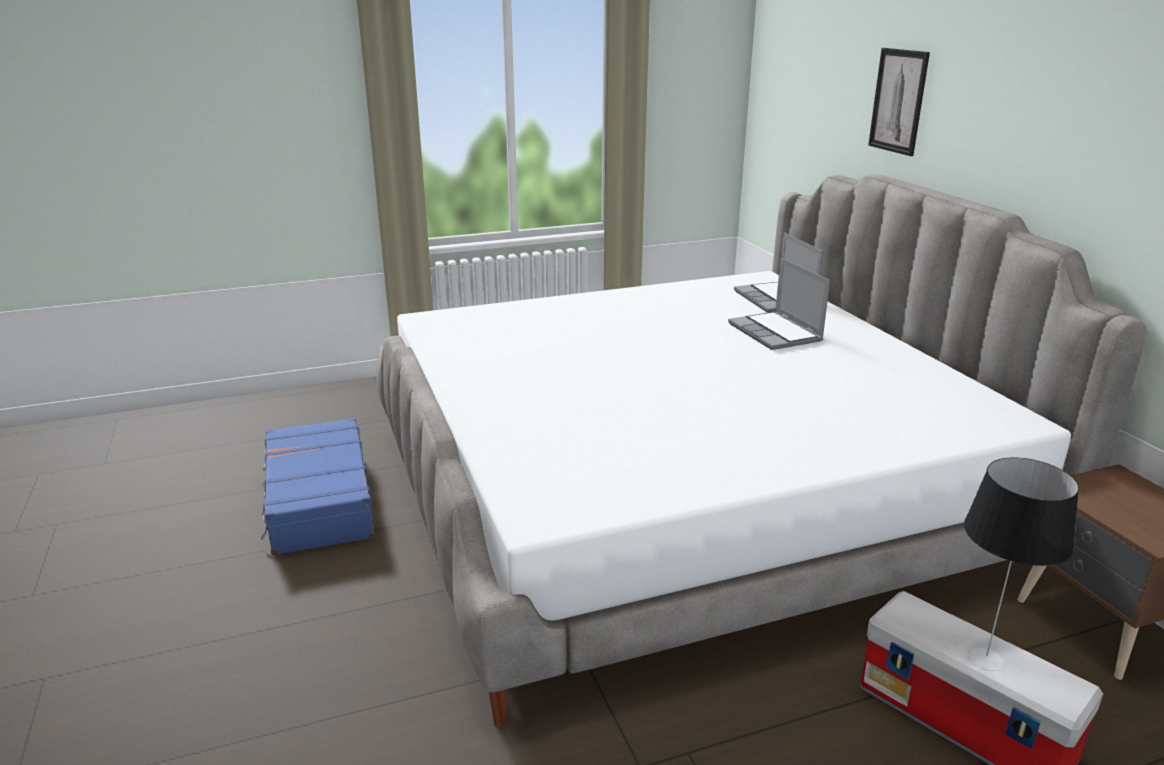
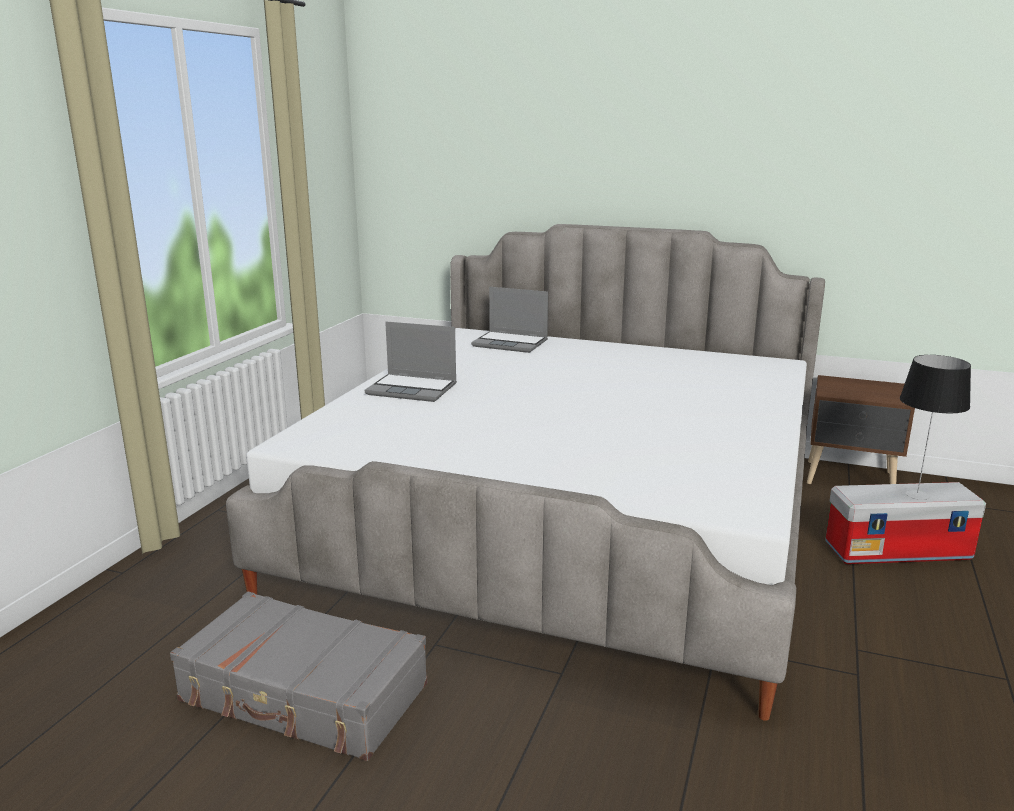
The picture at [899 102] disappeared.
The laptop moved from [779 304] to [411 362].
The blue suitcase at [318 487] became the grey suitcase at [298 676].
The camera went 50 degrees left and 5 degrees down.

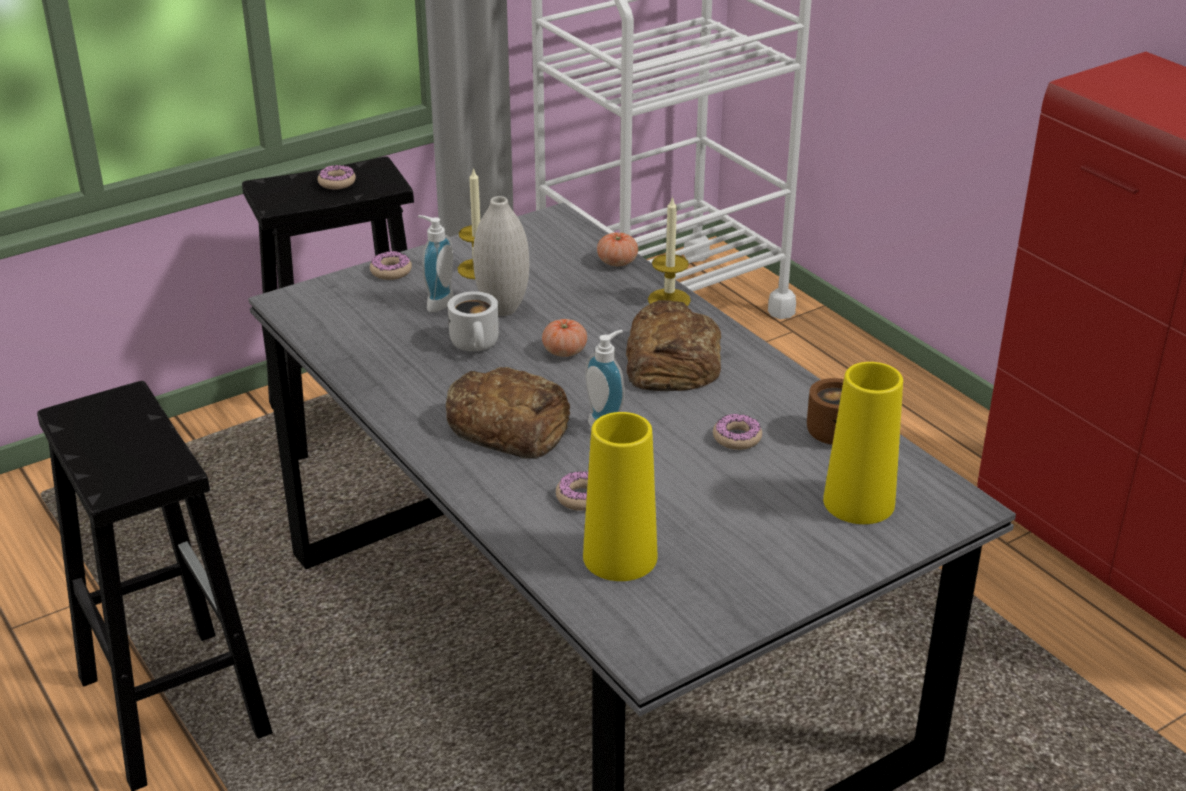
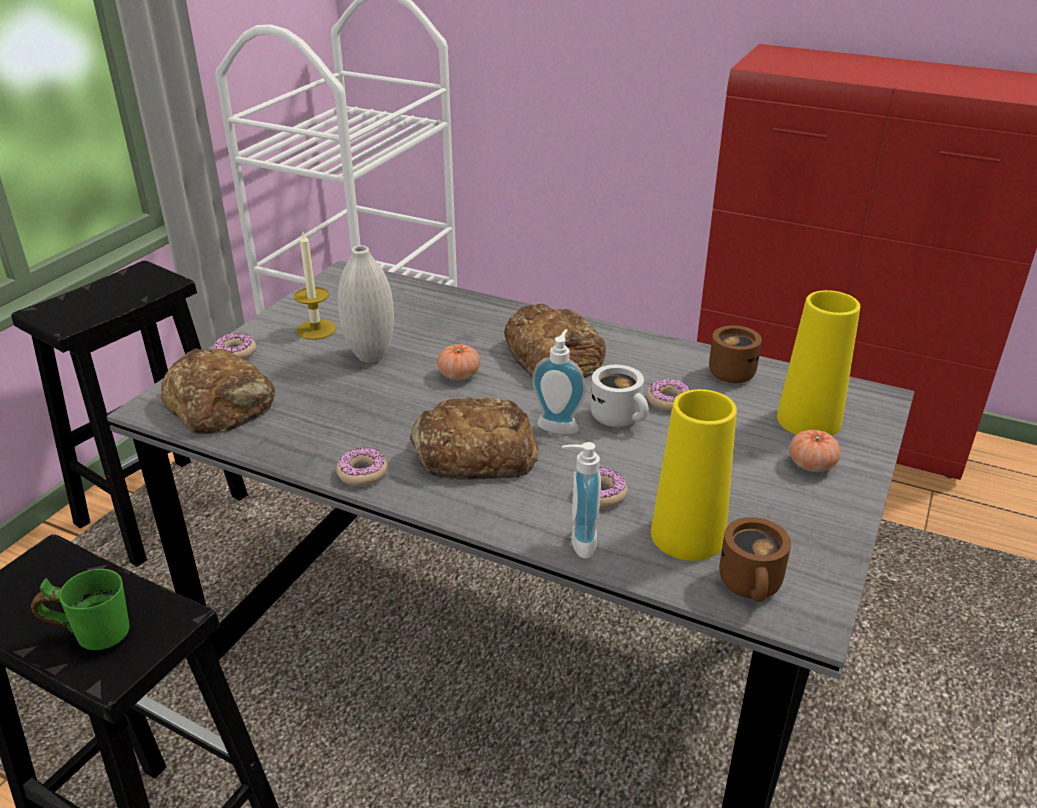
The candle at [669 251] disappeared.
The green mug at [80 609] appeared.
The bread at [218 391] appeared.
The brown mug at [755 559] appeared.
The donut moved from [337 177] to [361 466].
The soap dispenser moved from [436 263] to [581 500].
The white mug moved from [473 321] to [620 396].
The tomato moved from [617 249] to [815 450].
The camera went 30 degrees left and 0 degrees up.

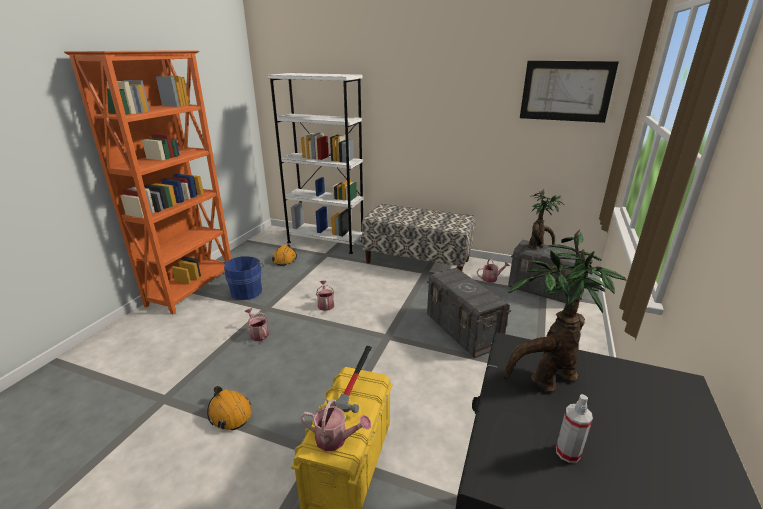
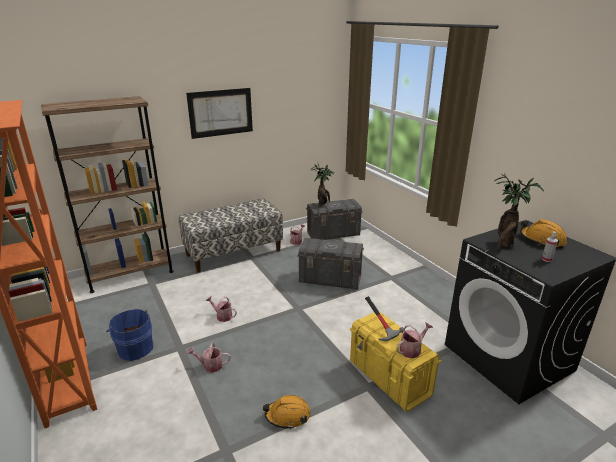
The orange hard hat moved from [284 255] to [543 234].
The picture moved from [569 92] to [219 113].
The white bookcase at [315 163] became the brown bookcase at [107 194].
The camera went 50 degrees left and 0 degrees up.

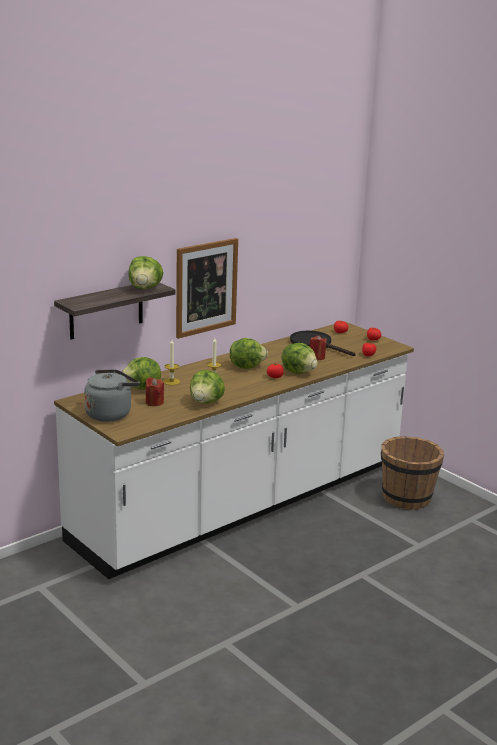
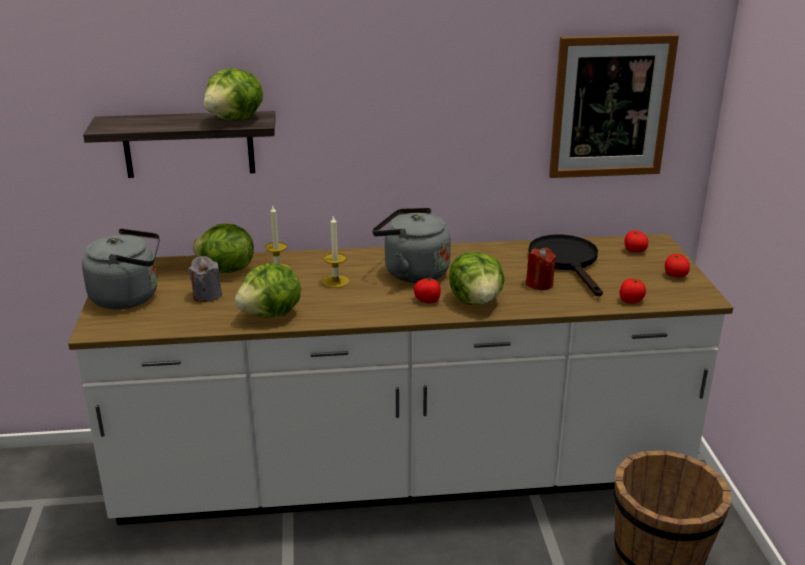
The picture moved from [207 288] to [614 106].
The lettuce at [249 353] was replaced by the grey kettle at [411 245].
The red candle at [155 391] became the grey candle at [205 279].
The camera went 35 degrees right and 5 degrees up.

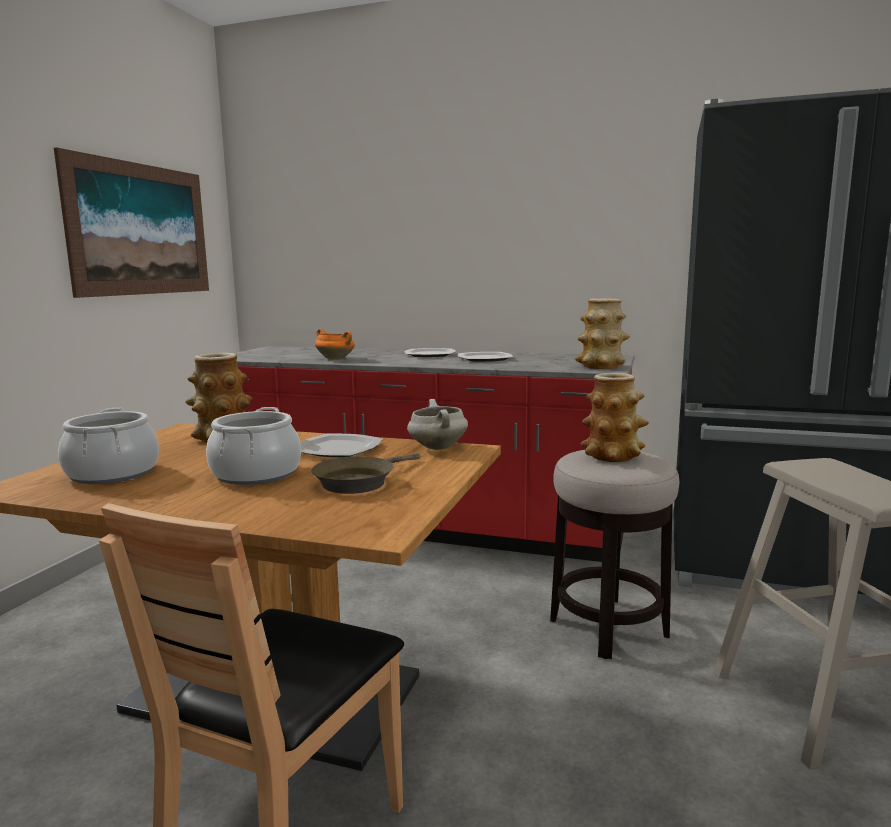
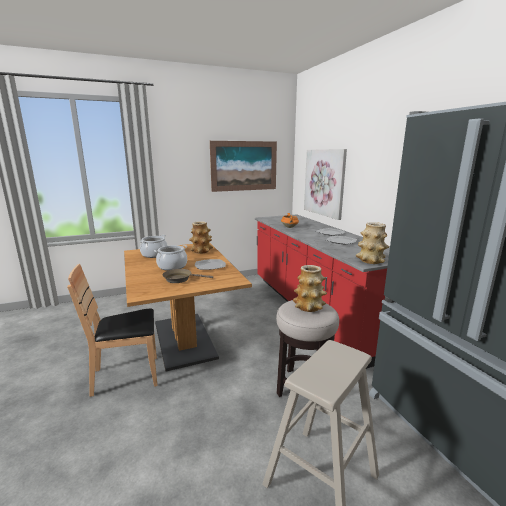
The white cooking pot at [437 424] disappeared.
The picture at [325 184] appeared.
The camera went 50 degrees right and 5 degrees up.

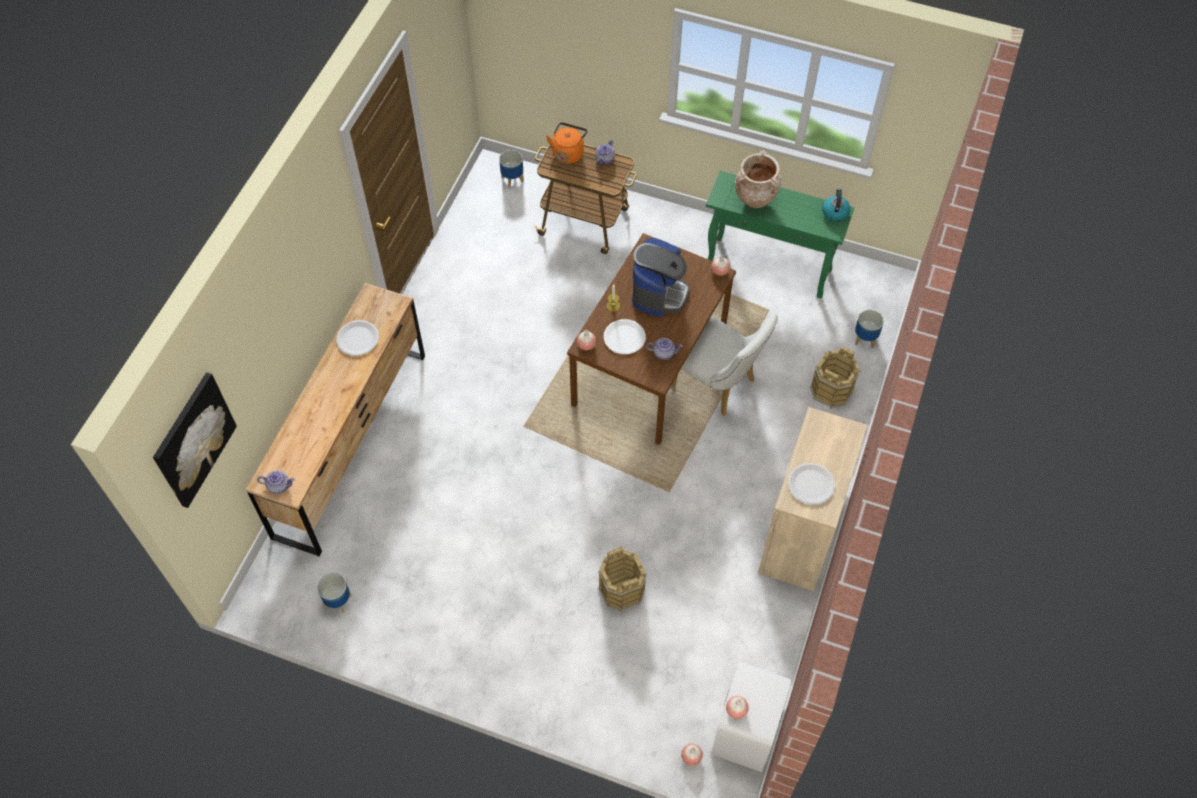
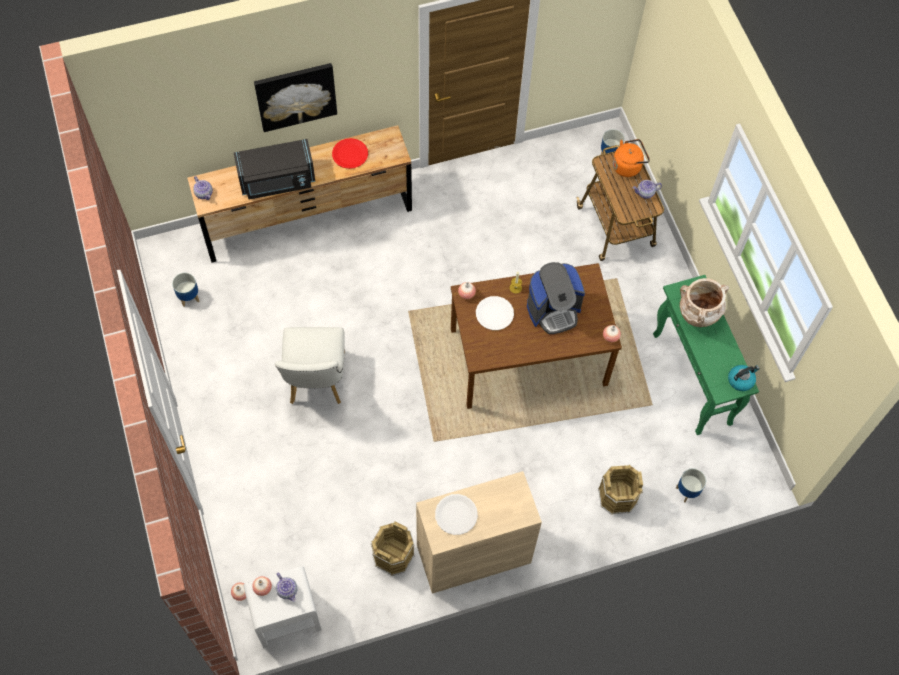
The black microwave at [274 169] appeared.
The picture moved from [195 440] to [295 97].
The brown bucket moved from [622 579] to [393 548].
The teapot moved from [664 349] to [287 587].
The white chair moved from [724 364] to [310 365].
The white plate at [357 338] became the red plate at [350 153].
The camera went 50 degrees right and 5 degrees up.

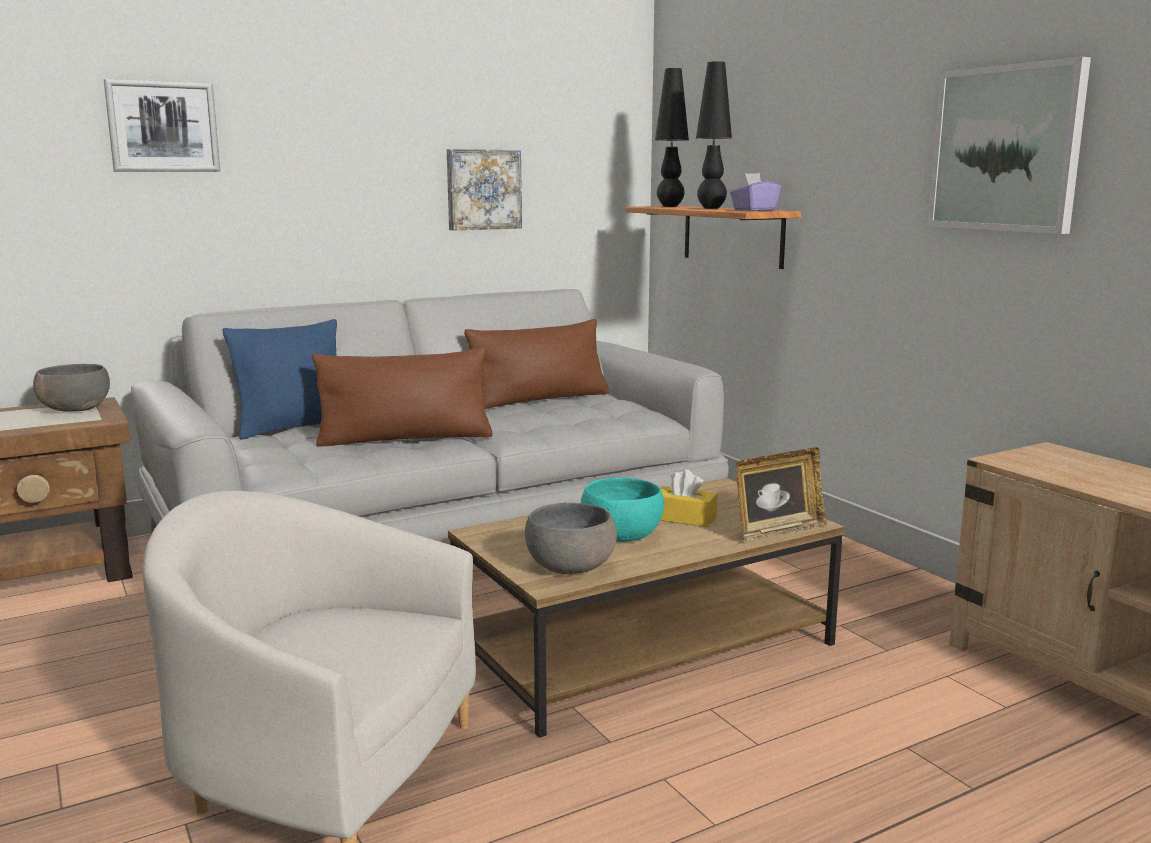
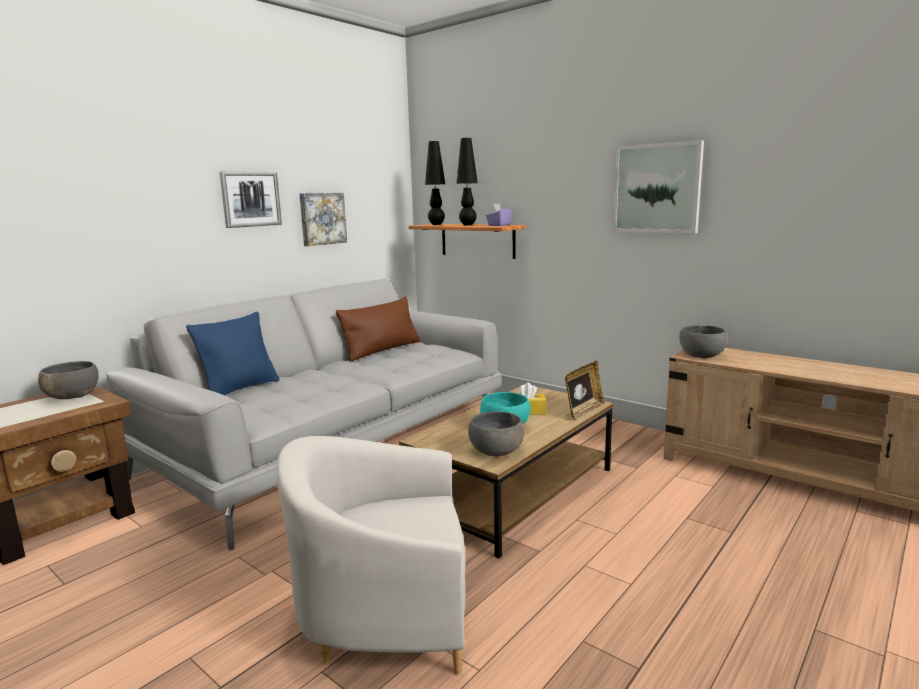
The brown pillow at [402 396] disappeared.
The grey bowl at [703 341] appeared.
The picture moved from [162 125] to [251 200].
The camera went 20 degrees left and 0 degrees up.

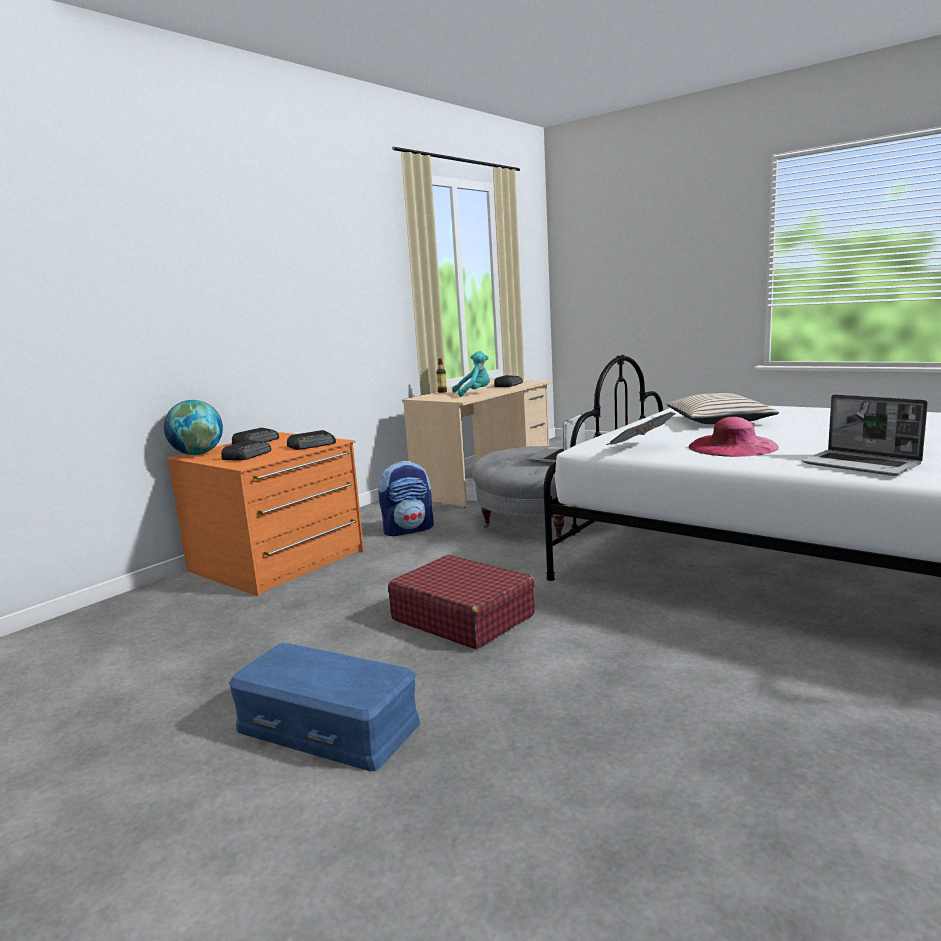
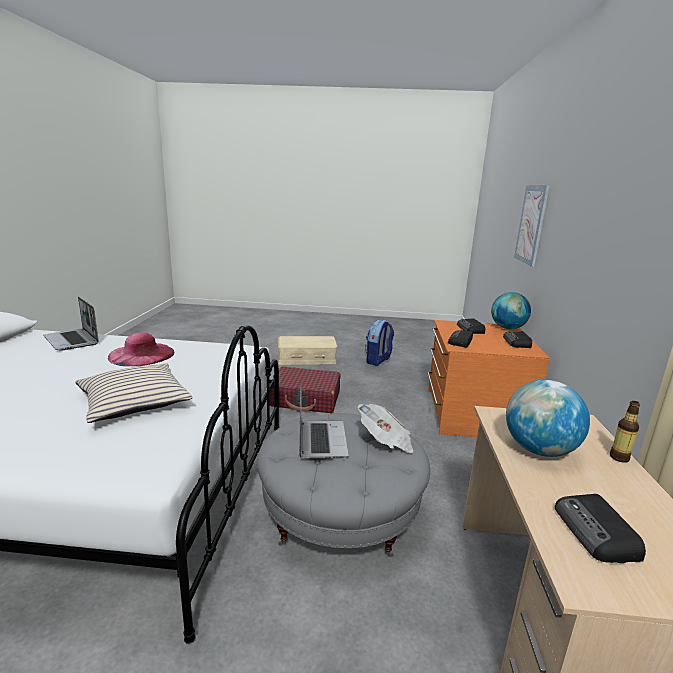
The picture at [531 226] appeared.
The backpack moved from [406 498] to [379 342].
The newspaper moved from [641 428] to [386 428].
The turquoise plush toy at [471 374] was replaced by the globe at [548 418].
The blue storage box at [324 707] became the beige storage box at [308 350].
The laptop at [865 435] turned 150 degrees counterclockwise.
The camera went 145 degrees right and 5 degrees up.

